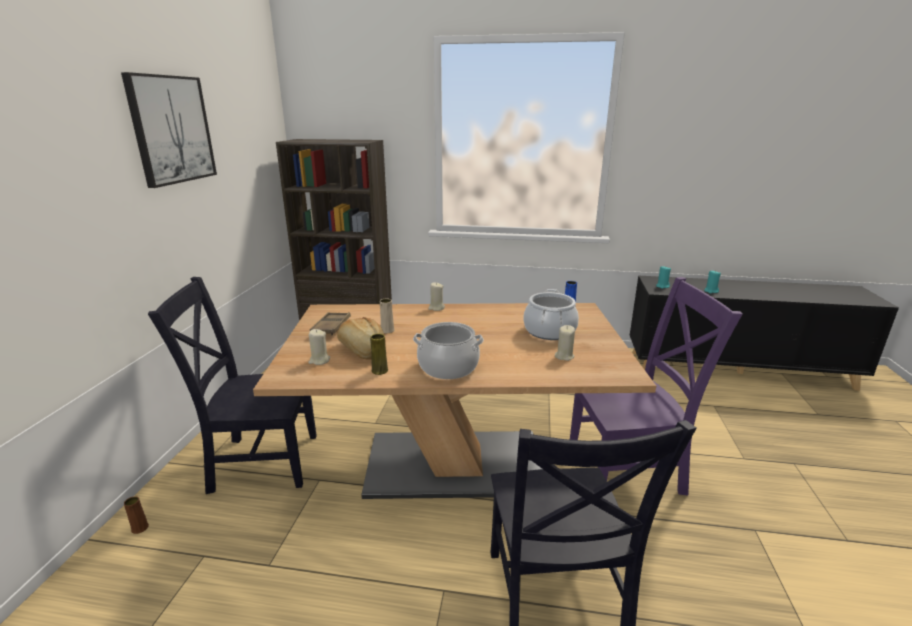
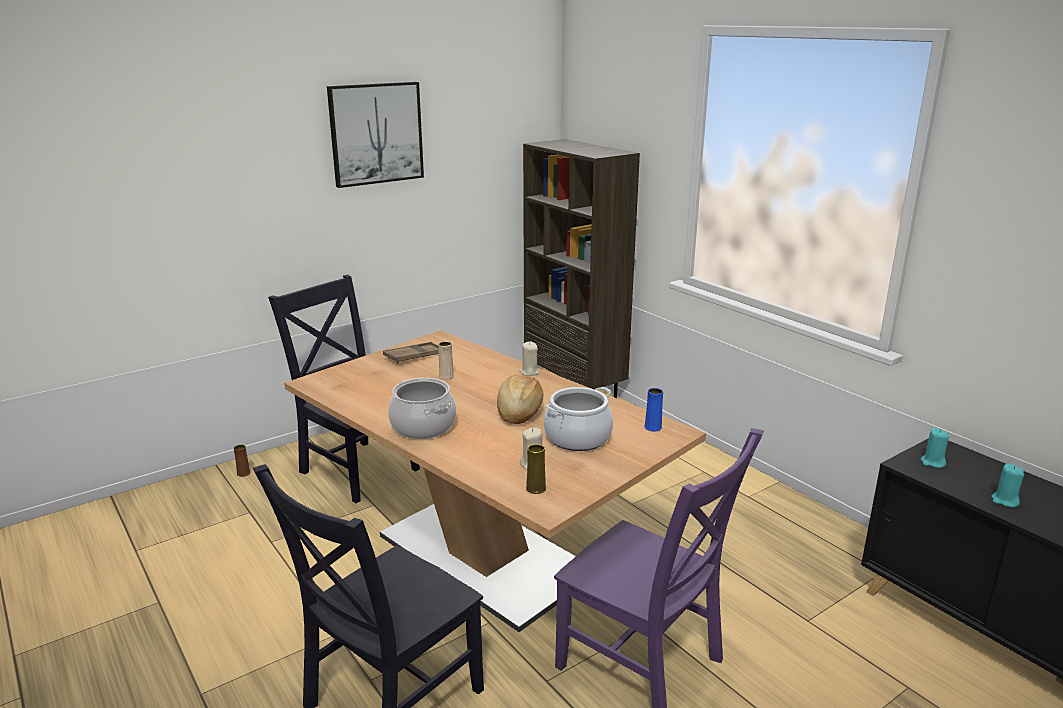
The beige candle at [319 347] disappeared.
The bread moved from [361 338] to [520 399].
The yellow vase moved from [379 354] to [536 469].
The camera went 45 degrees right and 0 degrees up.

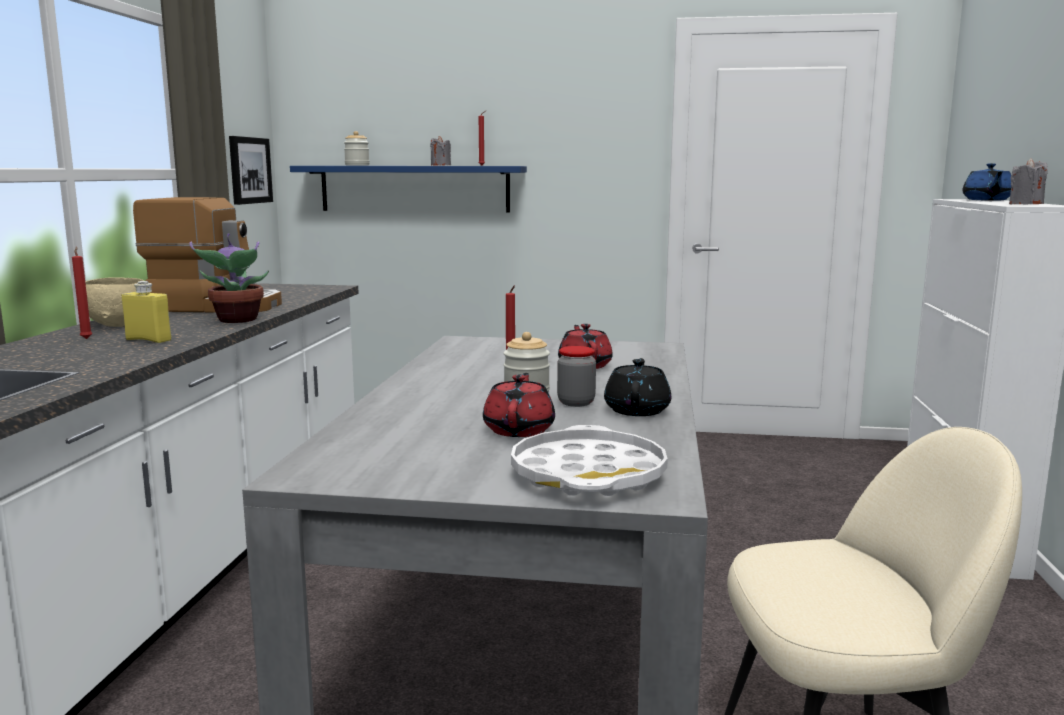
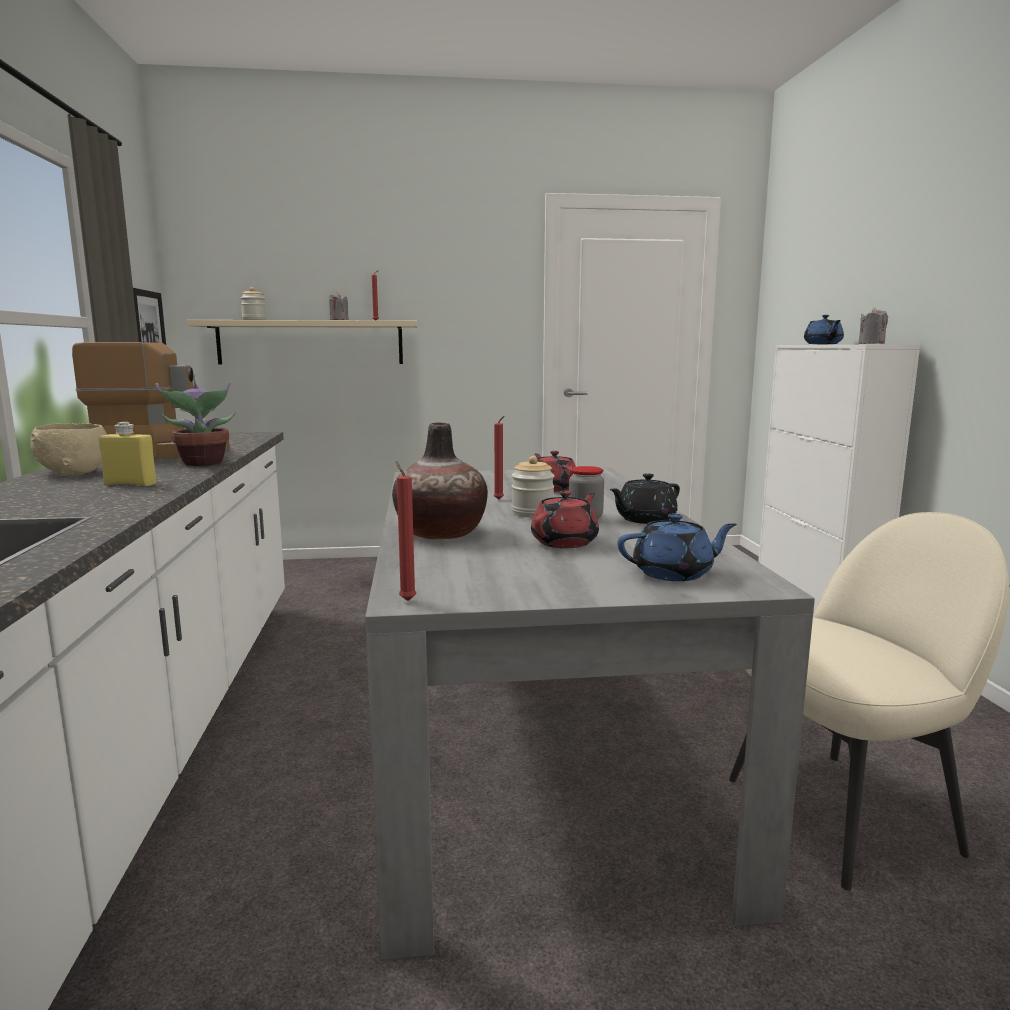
The vase at [440 480] appeared.
The red candle moved from [82 293] to [406 531].
The white tray at [589 460] was replaced by the blue teapot at [677 547].
The blue shelf at [408 189] became the beige shelf at [302 342].
The red teapot at [519 405] turned 45 degrees clockwise.
The black teapot at [637 387] turned 120 degrees counterclockwise.
The camera went 15 degrees left and 0 degrees up.

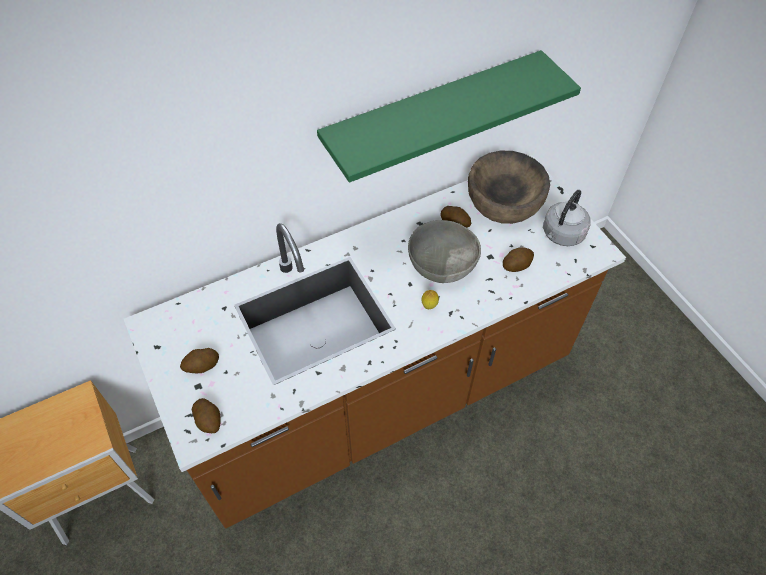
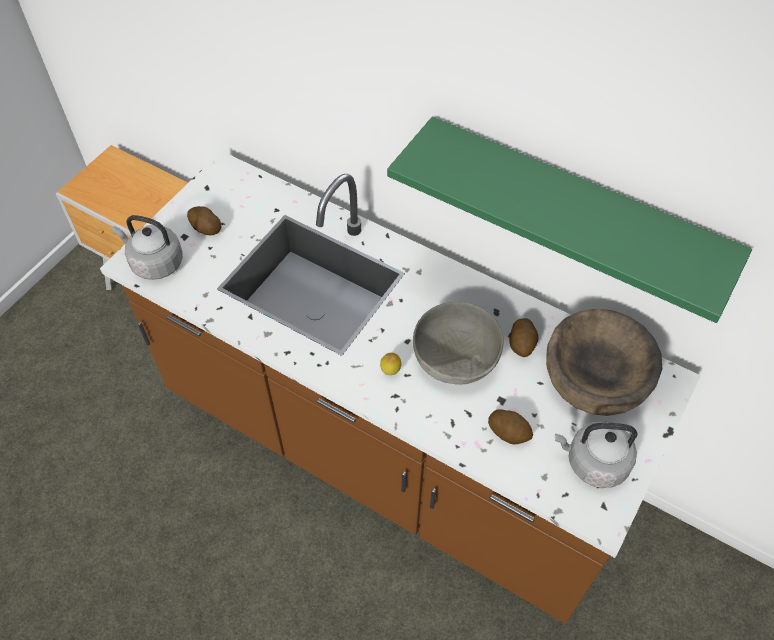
The potato at [206 415] was replaced by the grey kettle at [147 247].
The camera went 60 degrees right and 0 degrees up.

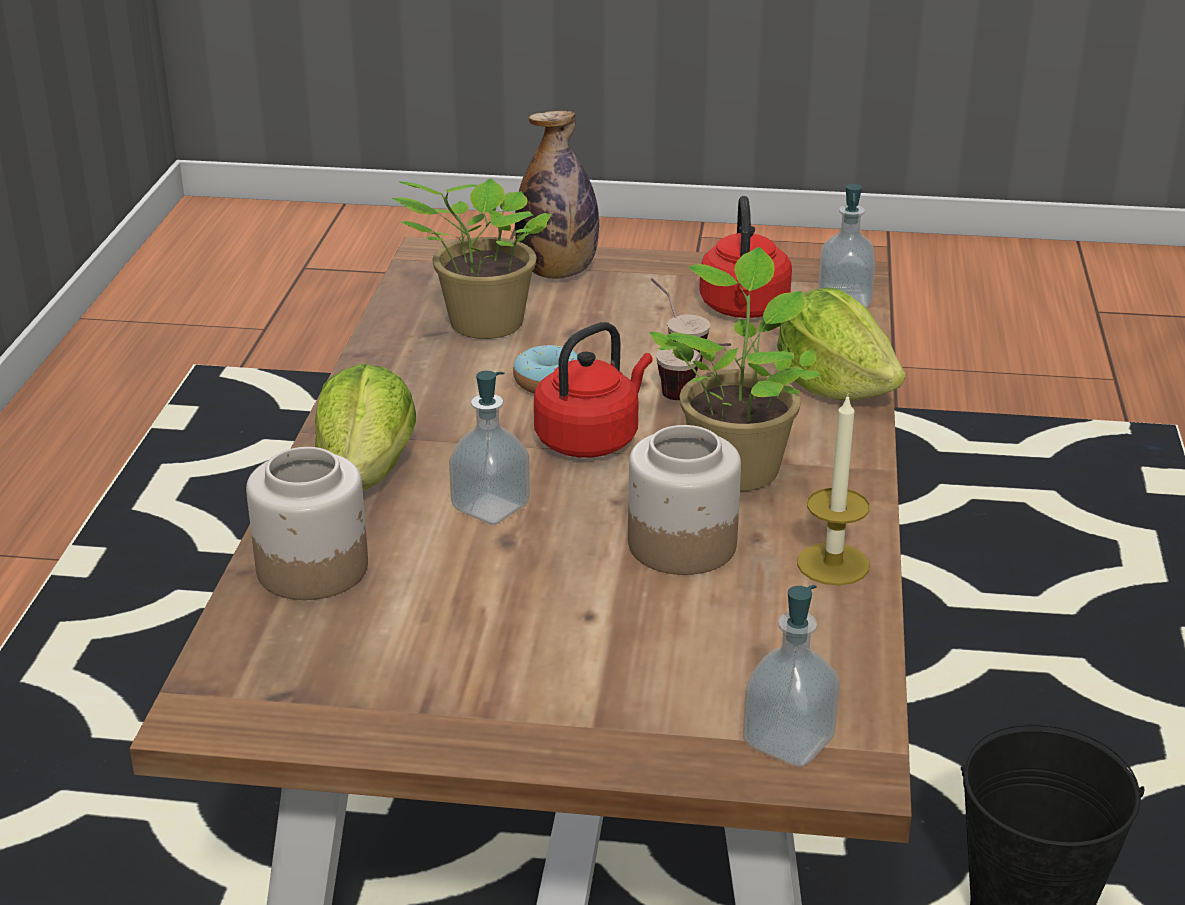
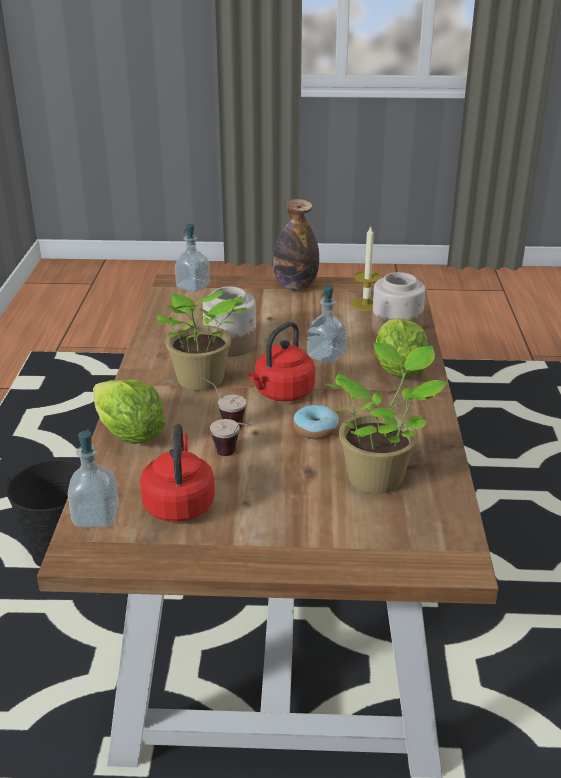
The bottle moved from [557 195] to [296 245].
The candle moved from [833 489] to [366 268].
The camera went 175 degrees right and 0 degrees up.

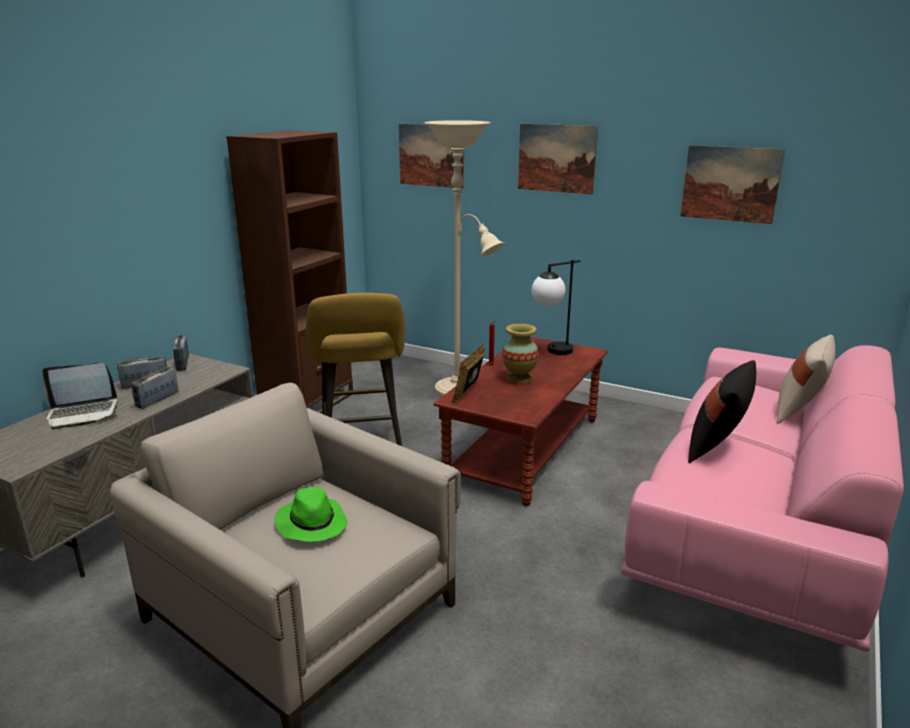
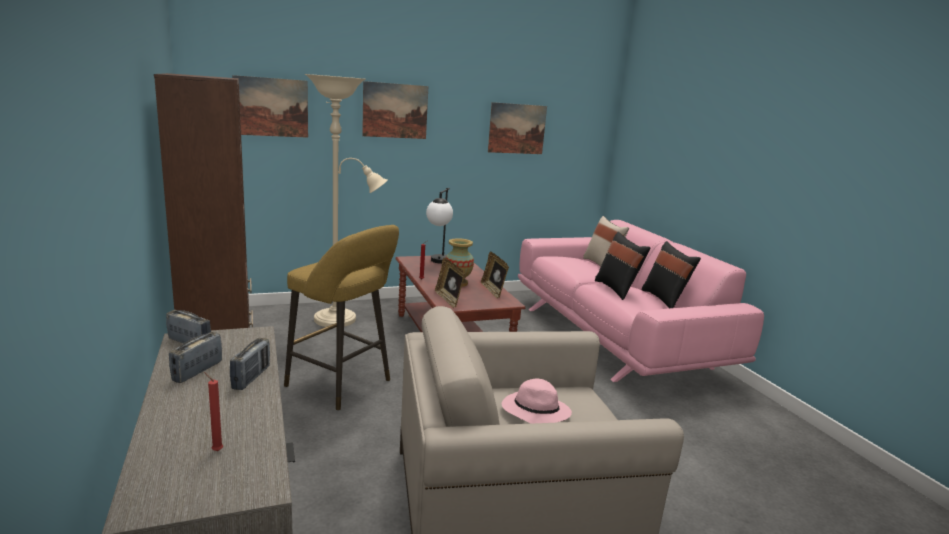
The laptop at [80 396] disappeared.
The red candle at [213 411] appeared.
The picture frame at [495 274] appeared.
The black pillow at [671 274] appeared.
The green hat at [311 514] became the pink hat at [537 401].
The radio at [154 388] turned 150 degrees counterclockwise.
The camera went 50 degrees left and 5 degrees down.

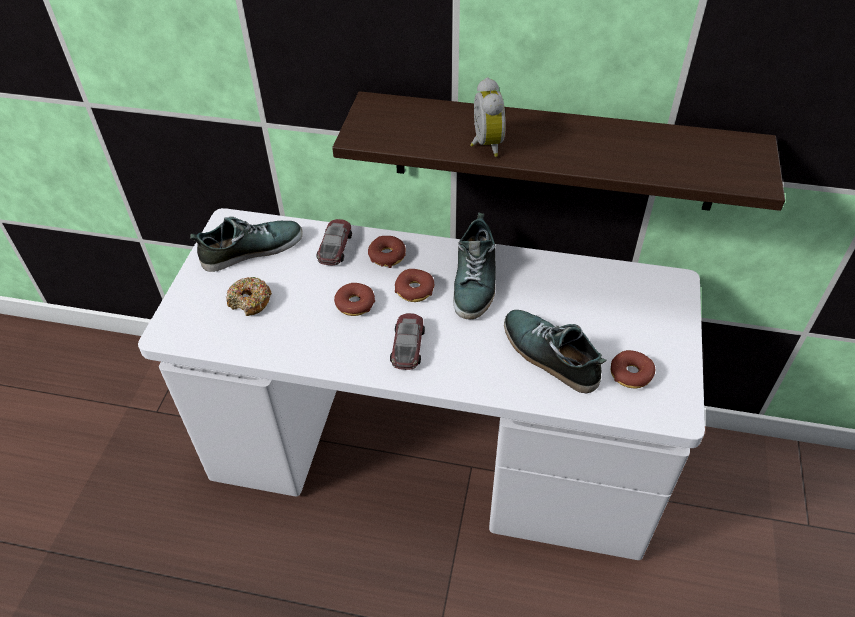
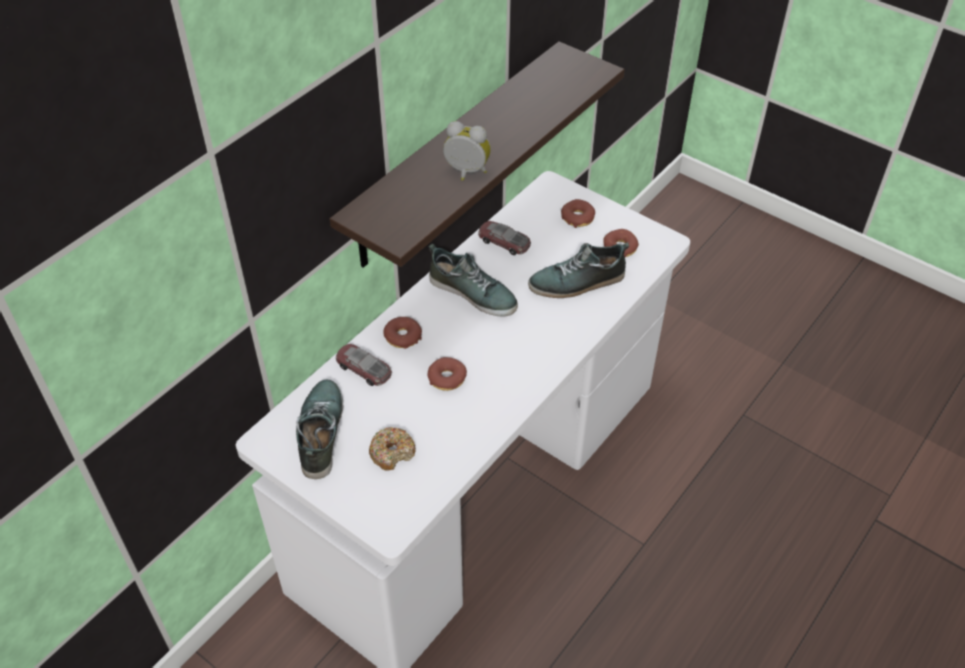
The toy car moved from [407 341] to [504 238].
The donut moved from [414 285] to [578 213].
The camera went 65 degrees left and 0 degrees up.

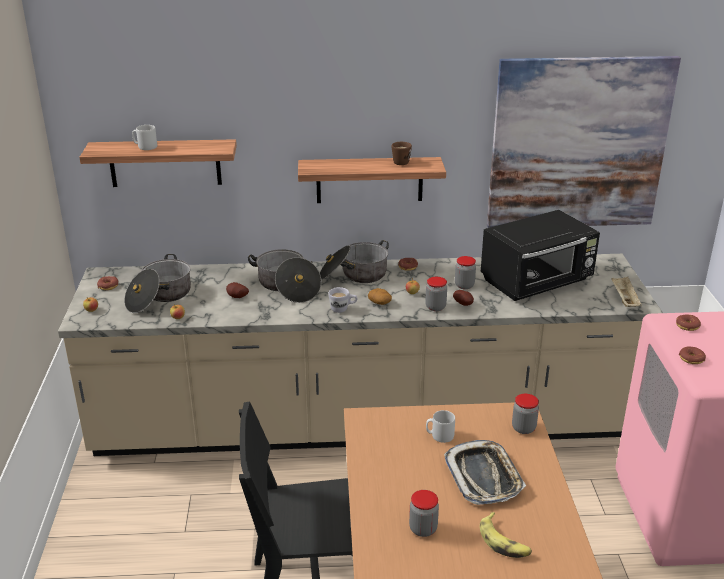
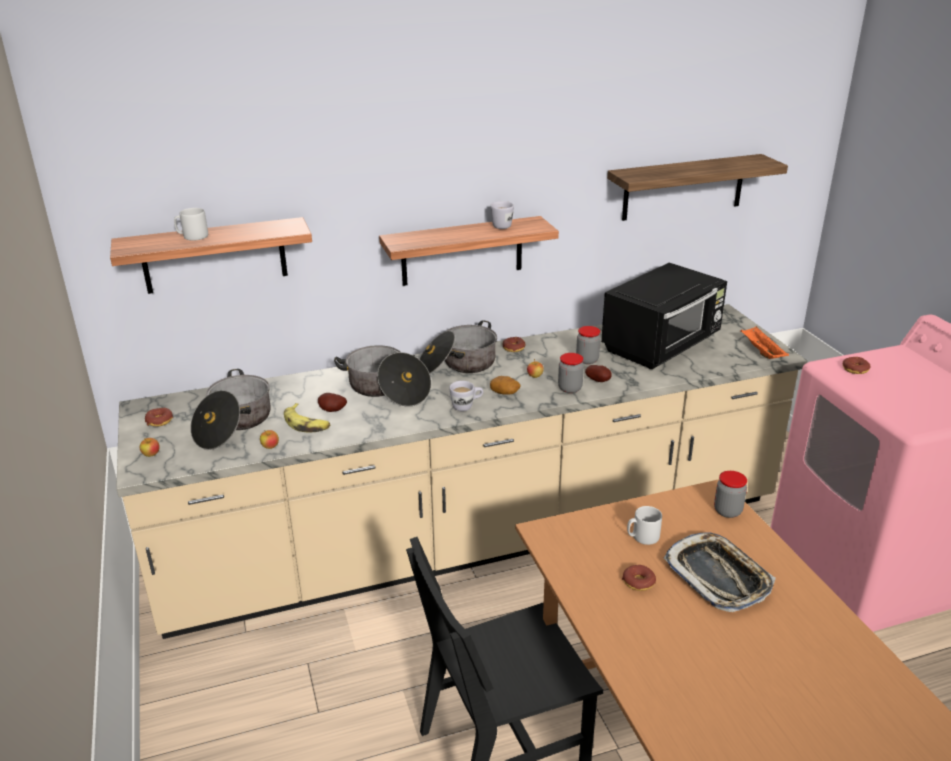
The jar at [424 513] disappeared.
The banana moved from [506 535] to [307 417].
The donut moved from [692 355] to [639 578].
The picture at [584 142] was replaced by the shelf at [697 187].
The brown mug at [402 153] became the white mug at [502 215].
The beige tray at [626 292] became the orange tray at [764 342].
The camera went 15 degrees left and 0 degrees up.

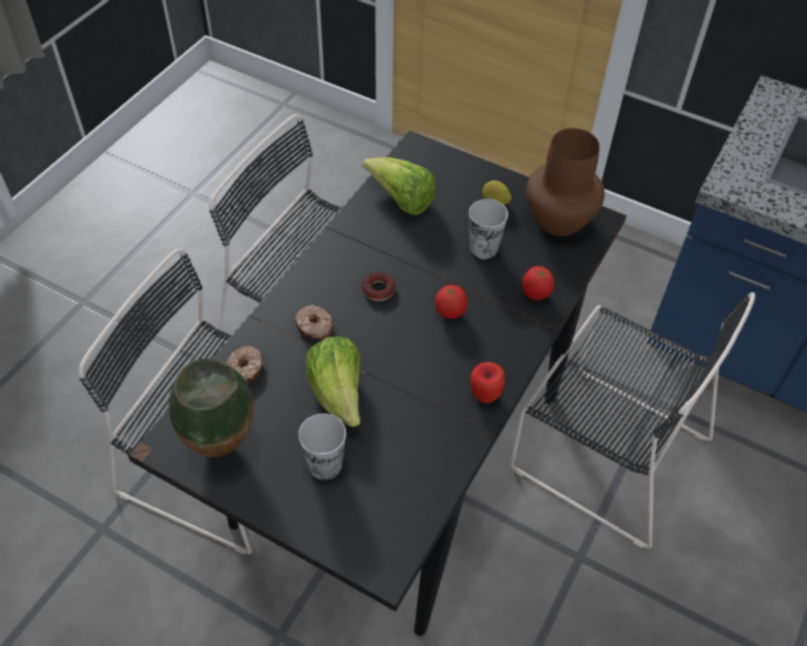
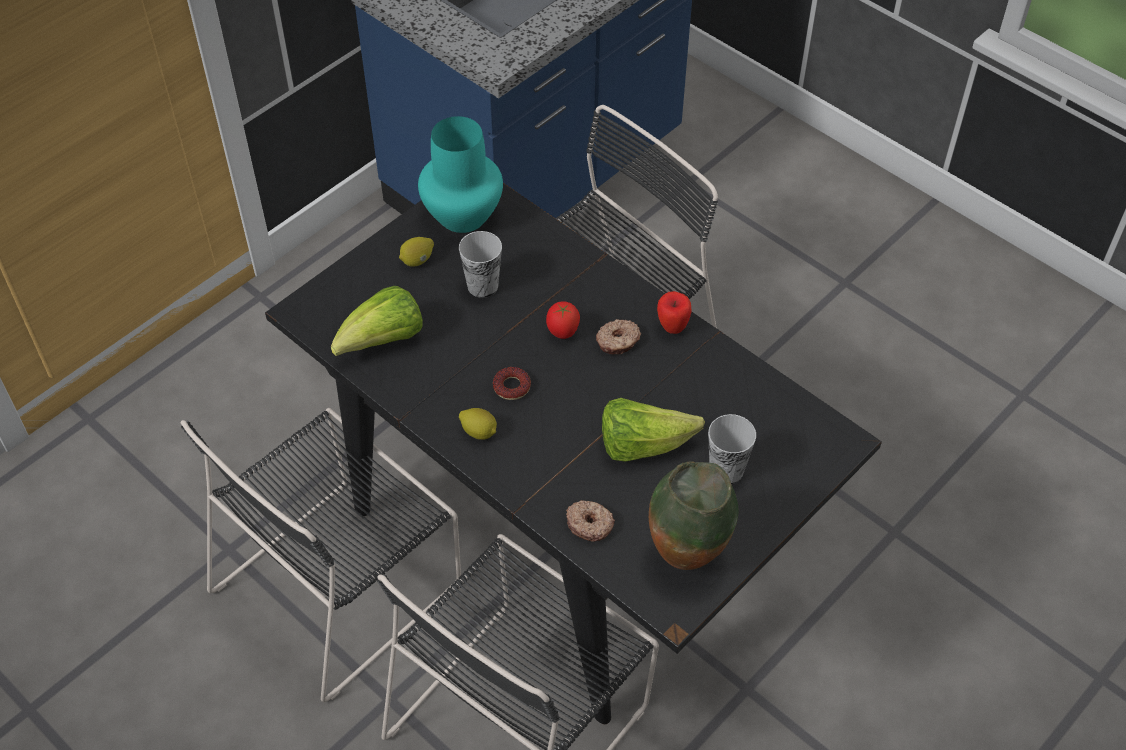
The tomato at [538 283] disappeared.
The lemon at [478 424] appeared.
The donut moved from [313 322] to [618 336].
The brown vase at [565 182] became the turquoise vase at [460 174].
The camera went 75 degrees left and 0 degrees up.

